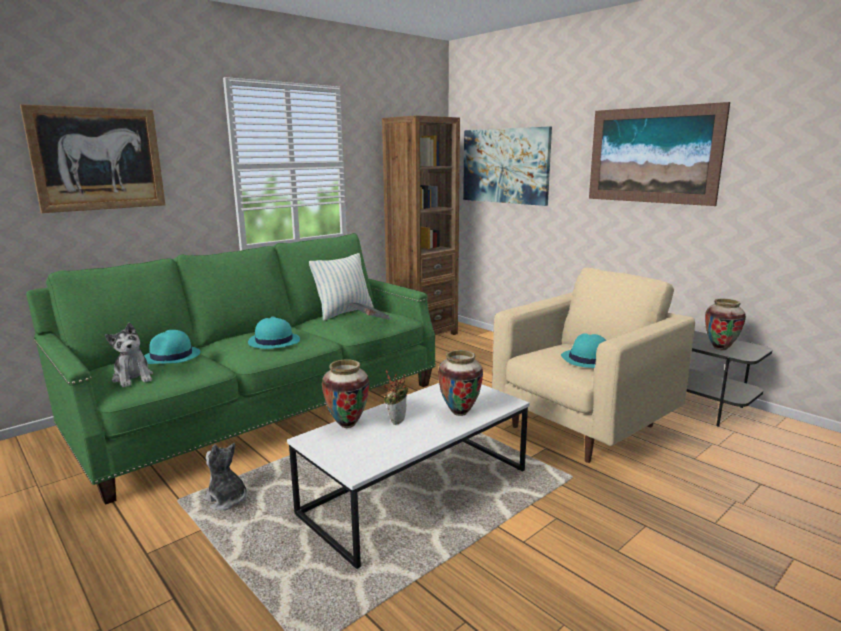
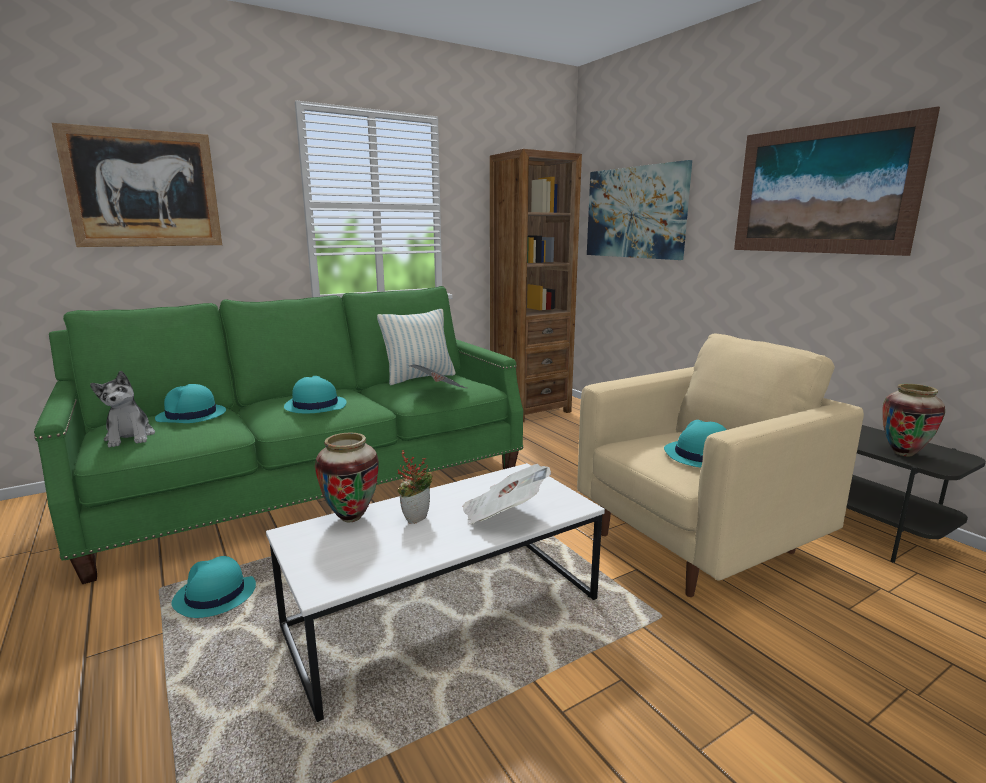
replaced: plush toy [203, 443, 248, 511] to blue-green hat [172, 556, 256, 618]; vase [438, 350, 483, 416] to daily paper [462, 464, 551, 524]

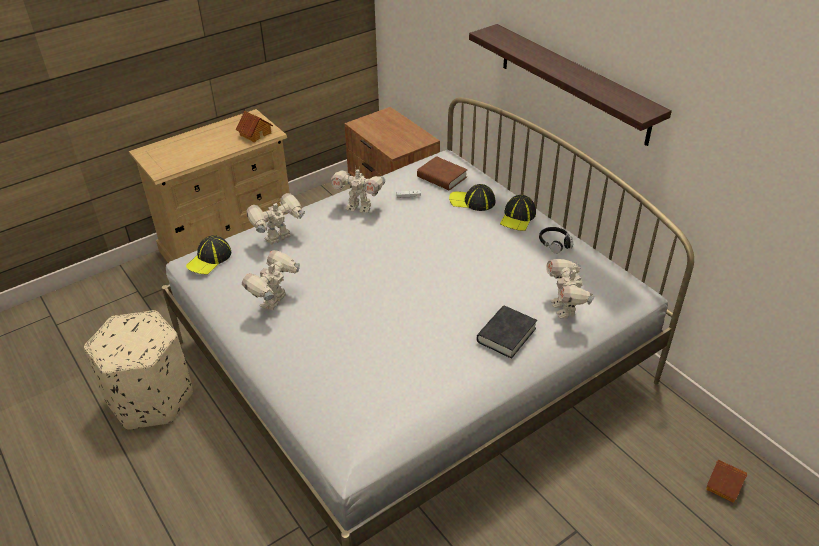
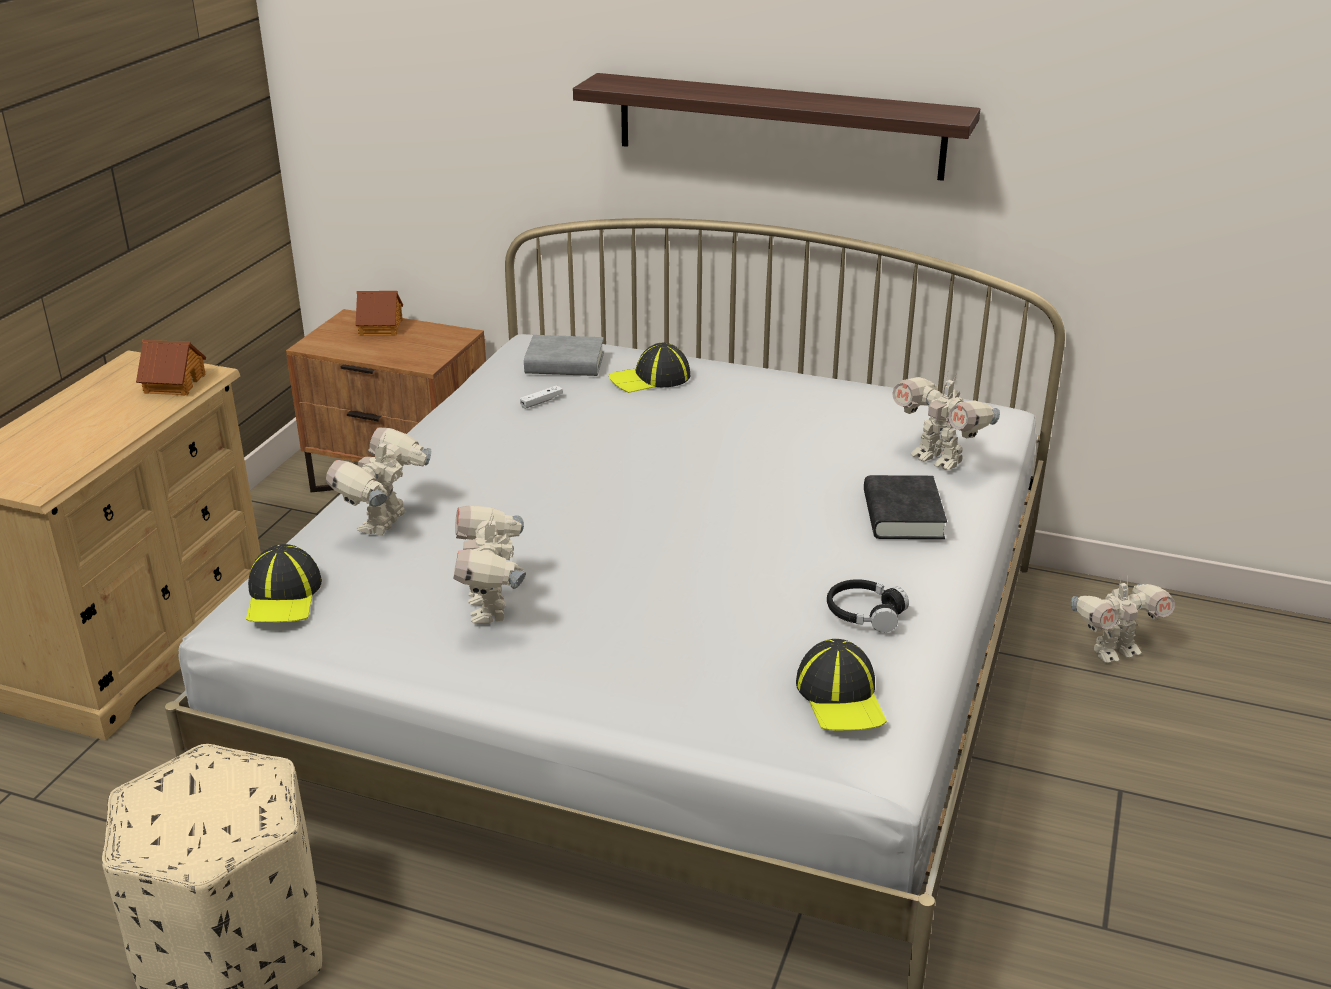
moved: miniature house [706, 460, 747, 503] to [355, 291, 403, 336]; cap [500, 195, 536, 231] to [796, 639, 887, 730]; black-coloured headset [539, 227, 573, 254] to [827, 579, 909, 633]; robot figure [331, 168, 385, 213] to [1071, 575, 1175, 663]
recoloured: brownish bound book [417, 156, 468, 190] to gray bound book [524, 335, 604, 376]

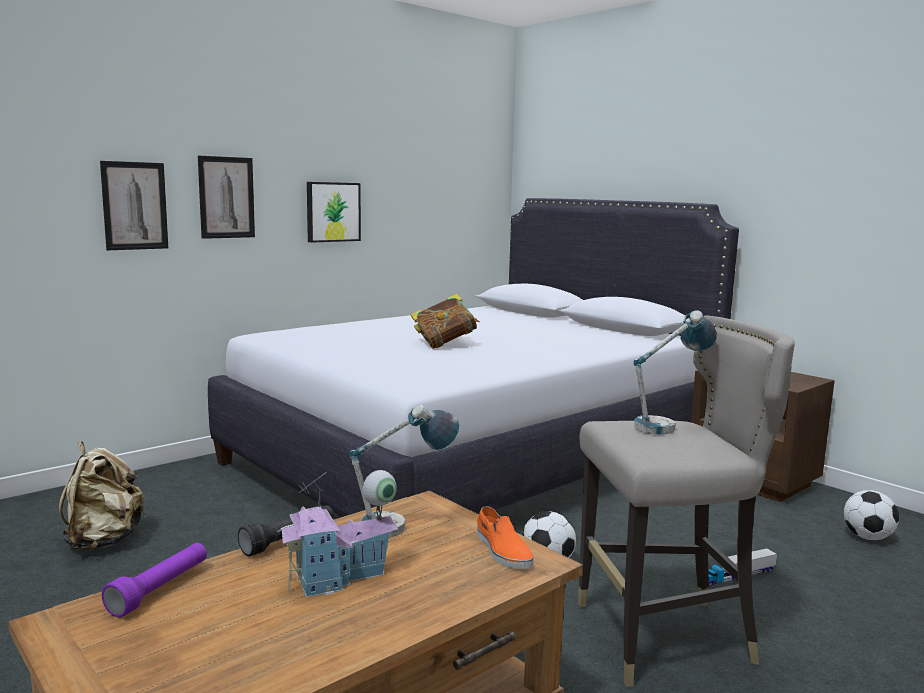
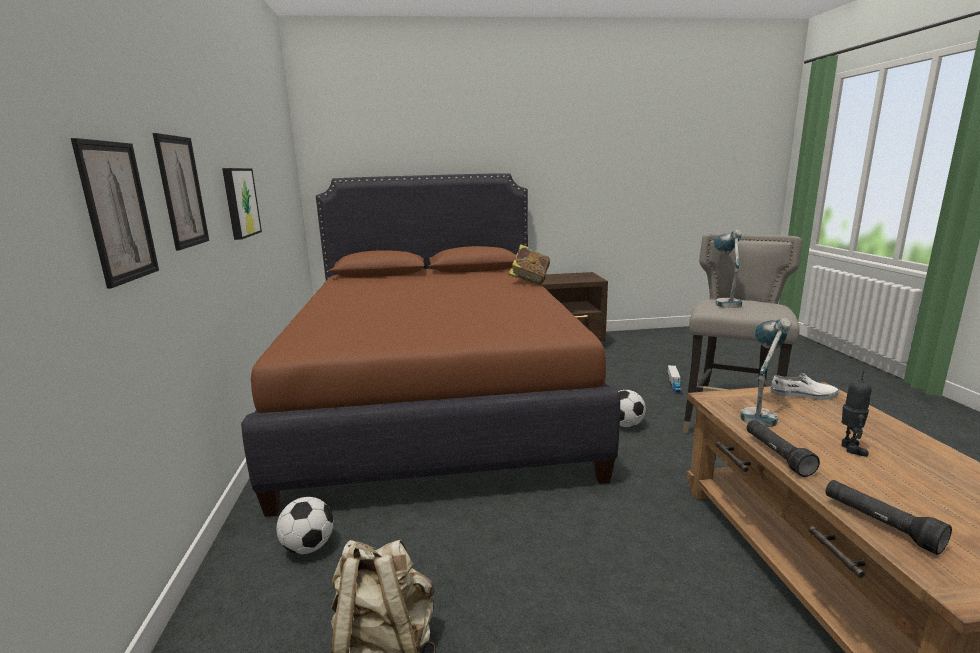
moved: football [844, 490, 899, 540] to [276, 497, 333, 554]; bound book [410, 294, 480, 349] to [509, 244, 550, 285]
replaced: miniature house [277, 470, 398, 597] to robot figure [841, 371, 872, 457]
recoloured: white bedroom bed [208, 198, 739, 517] to brownish bedroom bed [241, 173, 620, 517]; orangey low shoe [477, 506, 534, 569] to white low shoe [770, 373, 838, 400]; purple flashlight [102, 543, 207, 618] to black-coloured flashlight [825, 480, 952, 555]

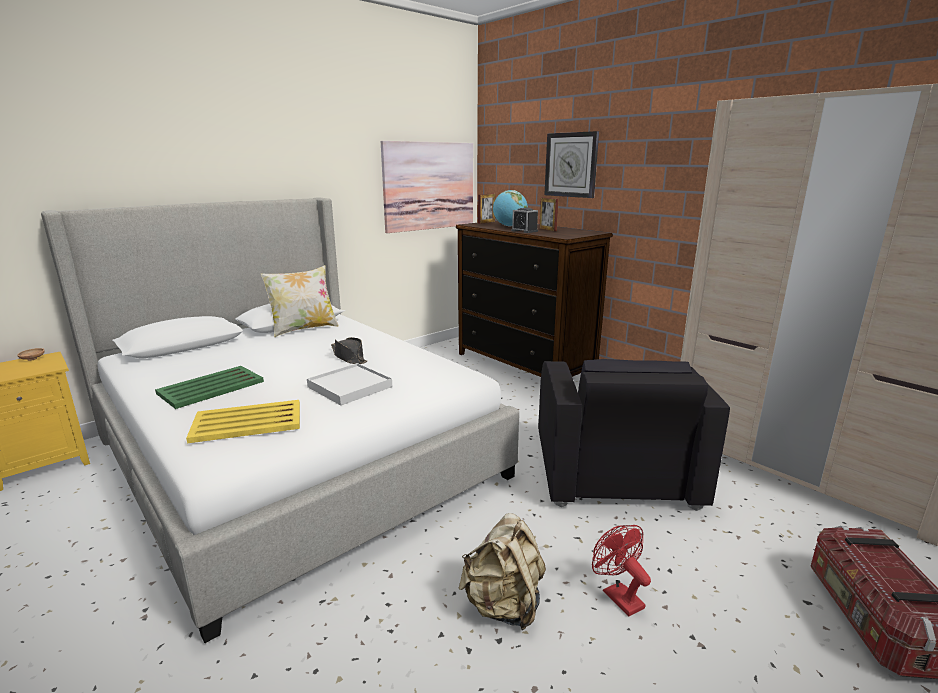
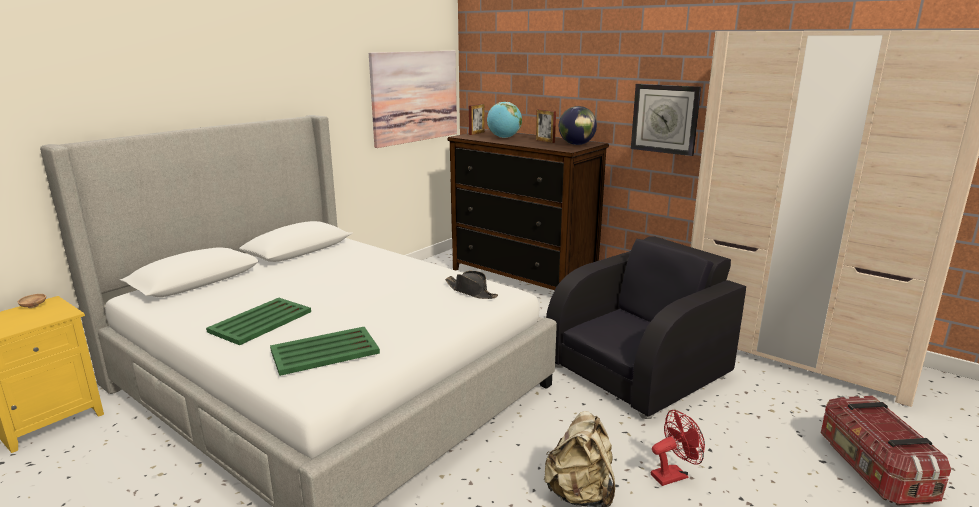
removed: cushion [260, 265, 339, 338]; white serving tray [307, 363, 392, 405]; bedside clock [511, 208, 538, 233]
added: world globe [559, 106, 597, 145]
moved: black-coloured hat [331, 337, 367, 364] to [445, 271, 498, 299]; wall clock [544, 131, 599, 198] to [631, 84, 701, 156]
recoloured: yellow-coloured serving tray [186, 400, 300, 443] to green-coloured serving tray [270, 327, 380, 376]
turned: black-coloured armchair [538, 359, 730, 511] = [546, 236, 746, 419] 120 degrees counterclockwise; red-coloured fan [592, 525, 651, 616] = [651, 410, 705, 486] 105 degrees clockwise

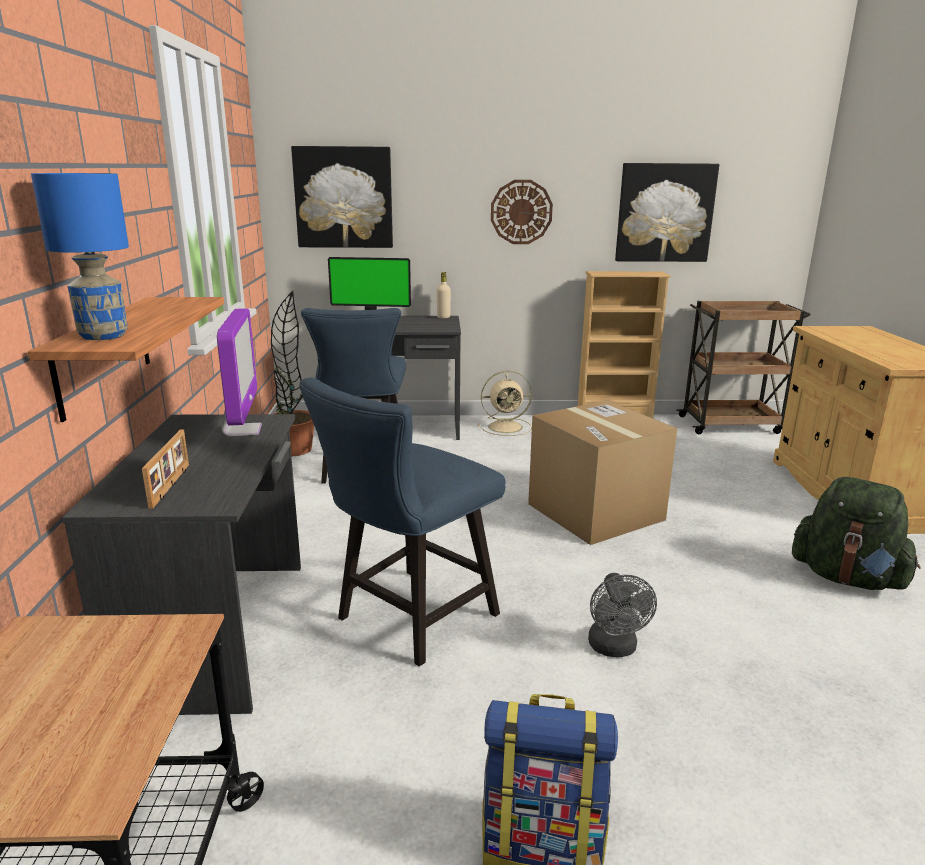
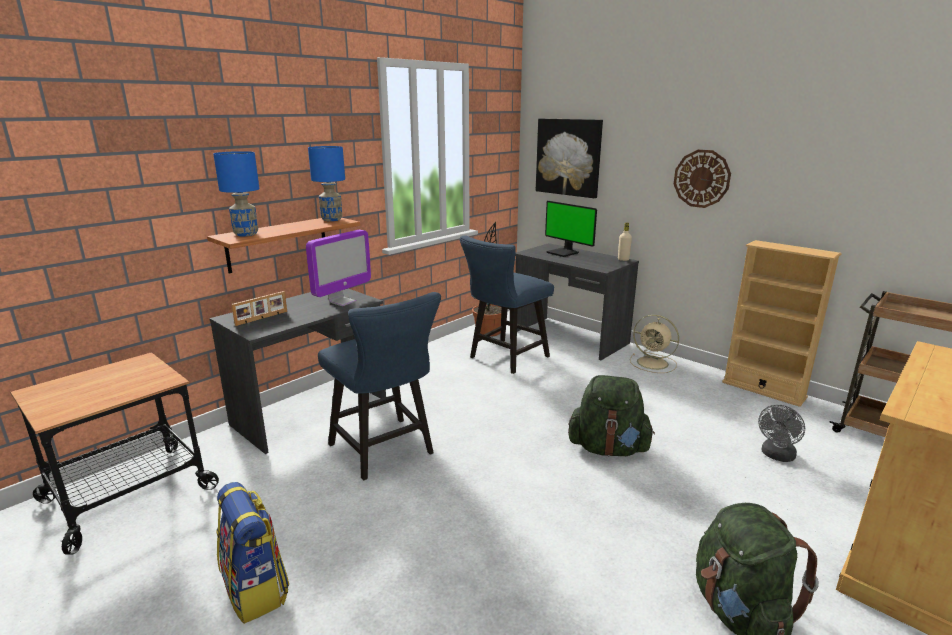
removed: picture [615, 163, 719, 262]
added: blue lamp for a table [308, 146, 345, 221]
moved: gray fan [588, 573, 657, 657] to [758, 405, 805, 462]
replaced: cardboard box [528, 400, 677, 545] to green-coloured rucksack [568, 375, 655, 456]
turned: blue plain chair [299, 378, 506, 666] = [318, 292, 441, 480] 120 degrees counterclockwise

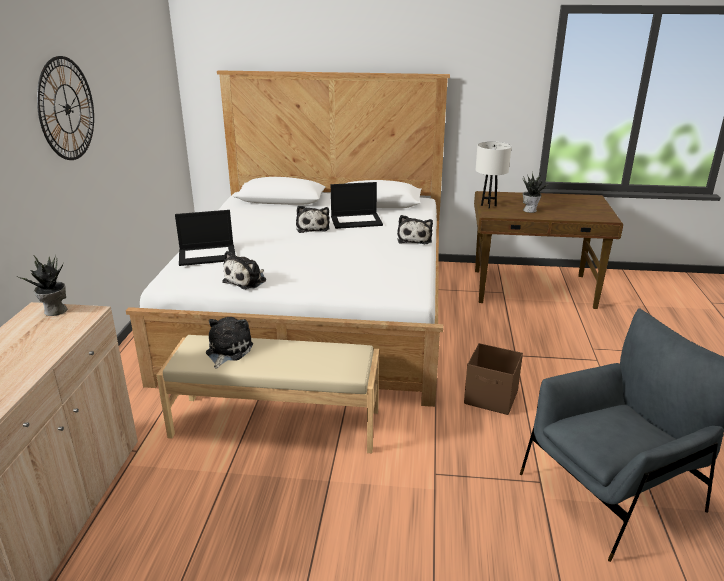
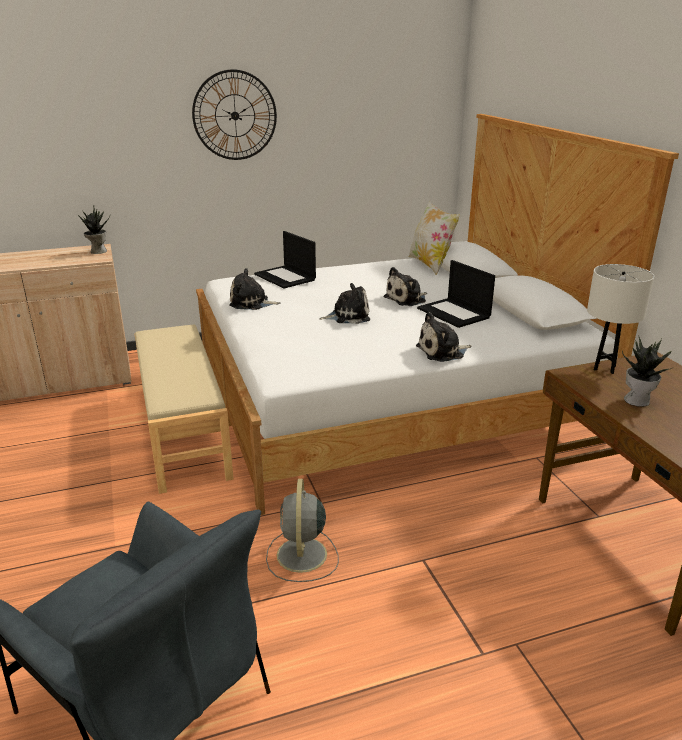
added: cushion [408, 201, 460, 275]
moved: plush toy [206, 317, 253, 369] to [319, 283, 370, 324]
replaced: brownish storage bin [464, 343, 523, 415] to gray fan [266, 479, 339, 582]

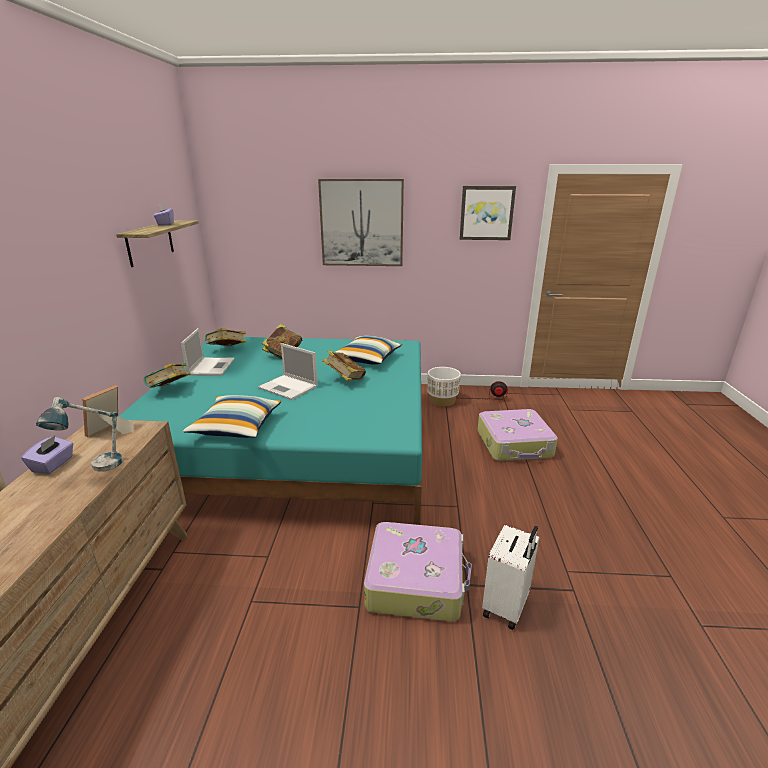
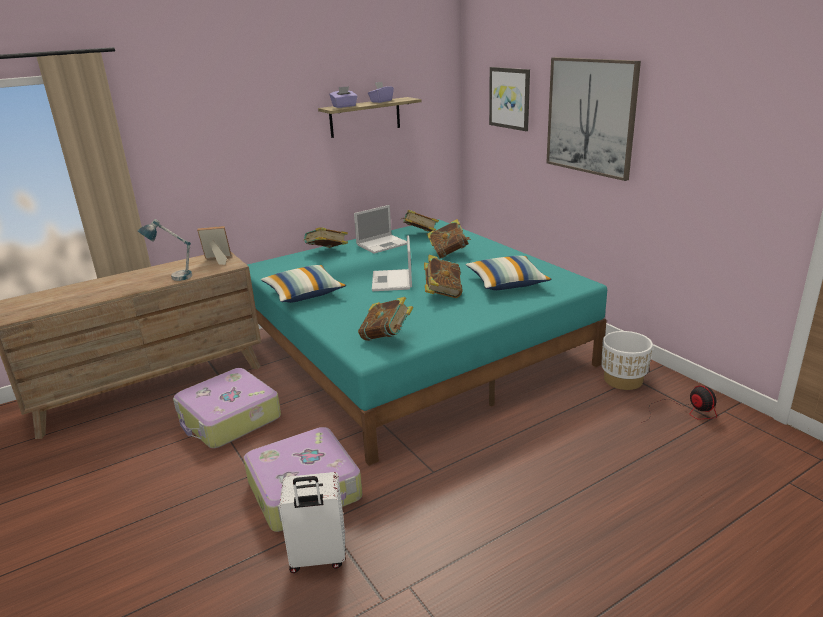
added: bound book [358, 297, 413, 341]
moved: piece of luggage [478, 409, 558, 461] to [173, 368, 281, 448]; purple tissue box [21, 435, 74, 474] to [330, 86, 358, 108]; picture [459, 186, 516, 240] to [489, 67, 530, 131]

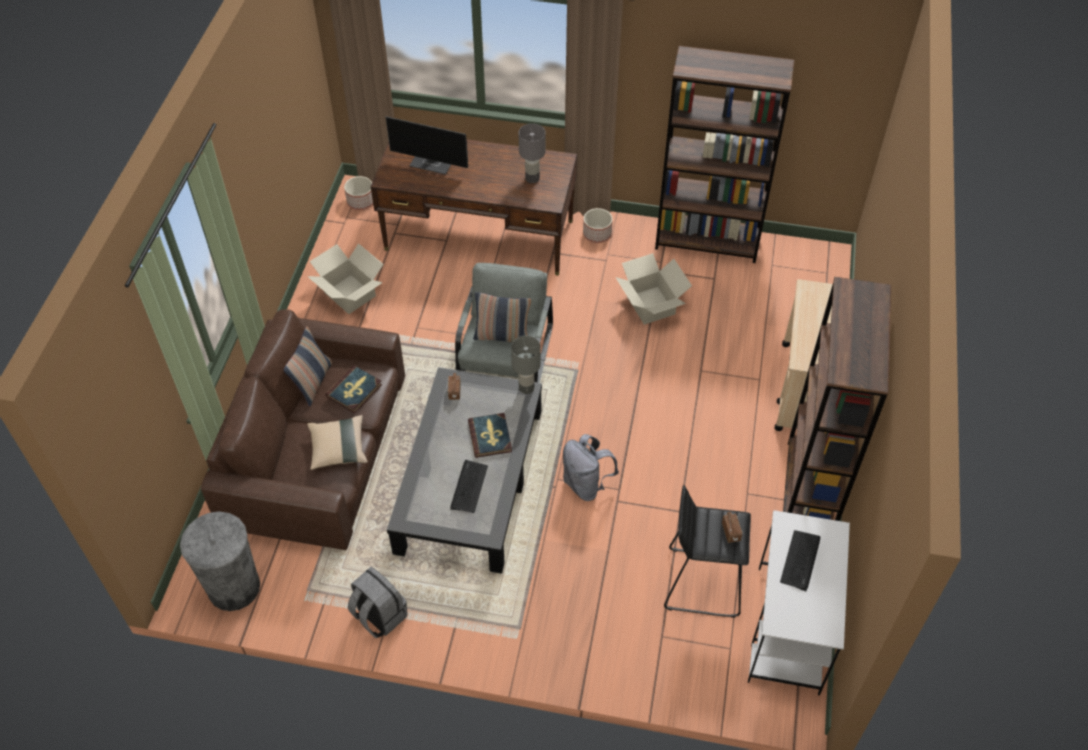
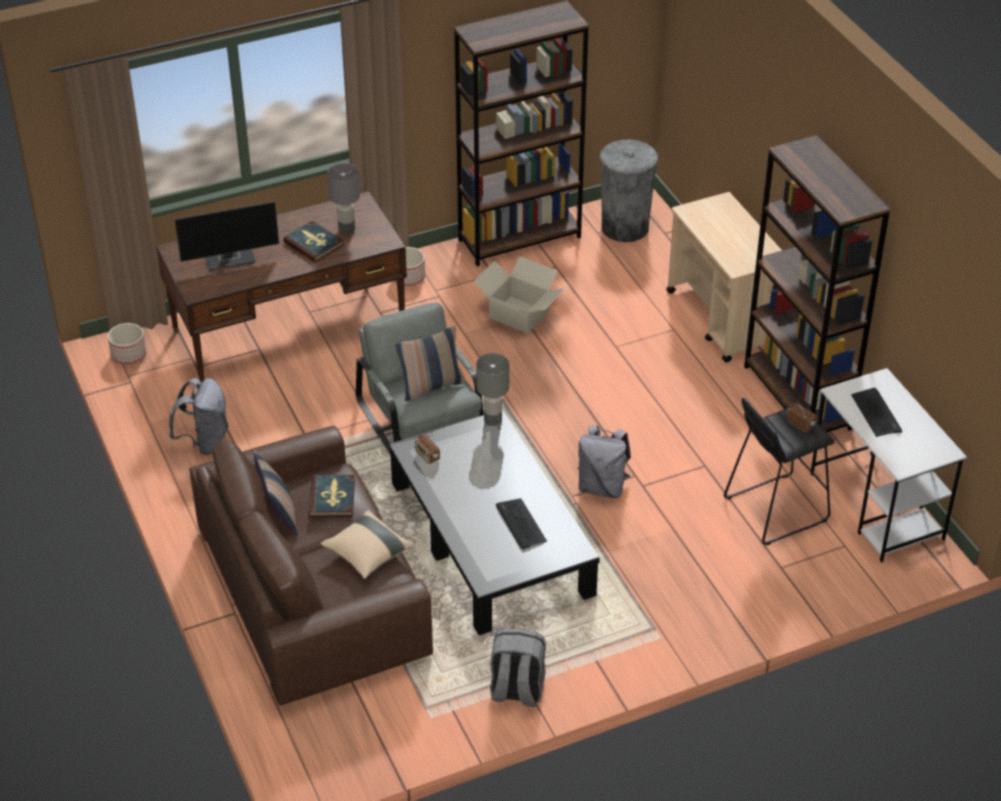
moved: bound book [468, 413, 512, 458] to [283, 221, 344, 262]; gray rubbish bin [180, 511, 260, 611] to [600, 140, 658, 242]
replaced: cardboard box [307, 244, 384, 314] to gray rucksack [169, 378, 229, 455]

